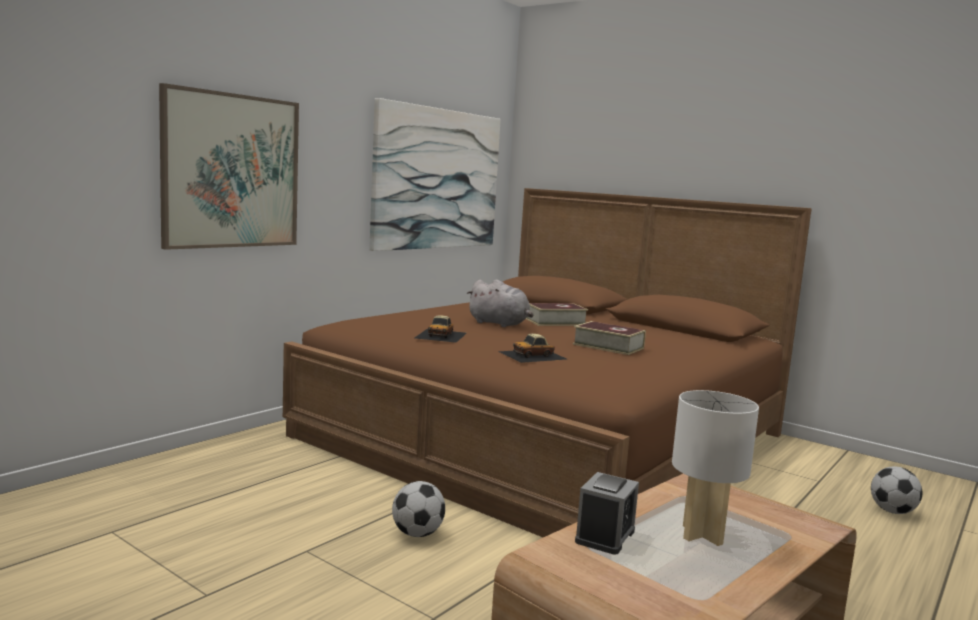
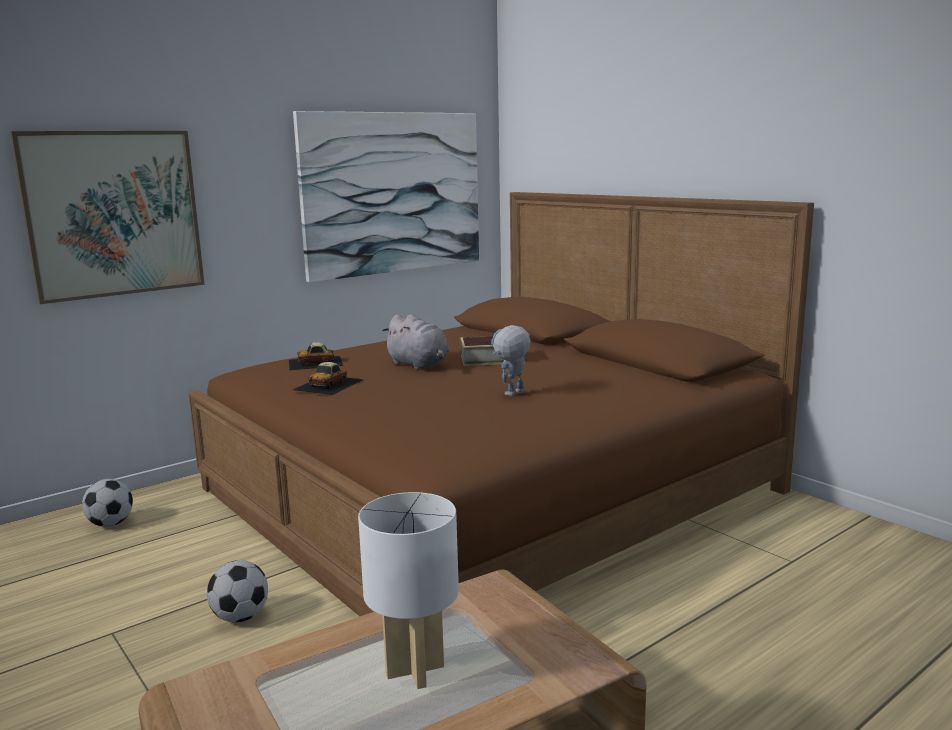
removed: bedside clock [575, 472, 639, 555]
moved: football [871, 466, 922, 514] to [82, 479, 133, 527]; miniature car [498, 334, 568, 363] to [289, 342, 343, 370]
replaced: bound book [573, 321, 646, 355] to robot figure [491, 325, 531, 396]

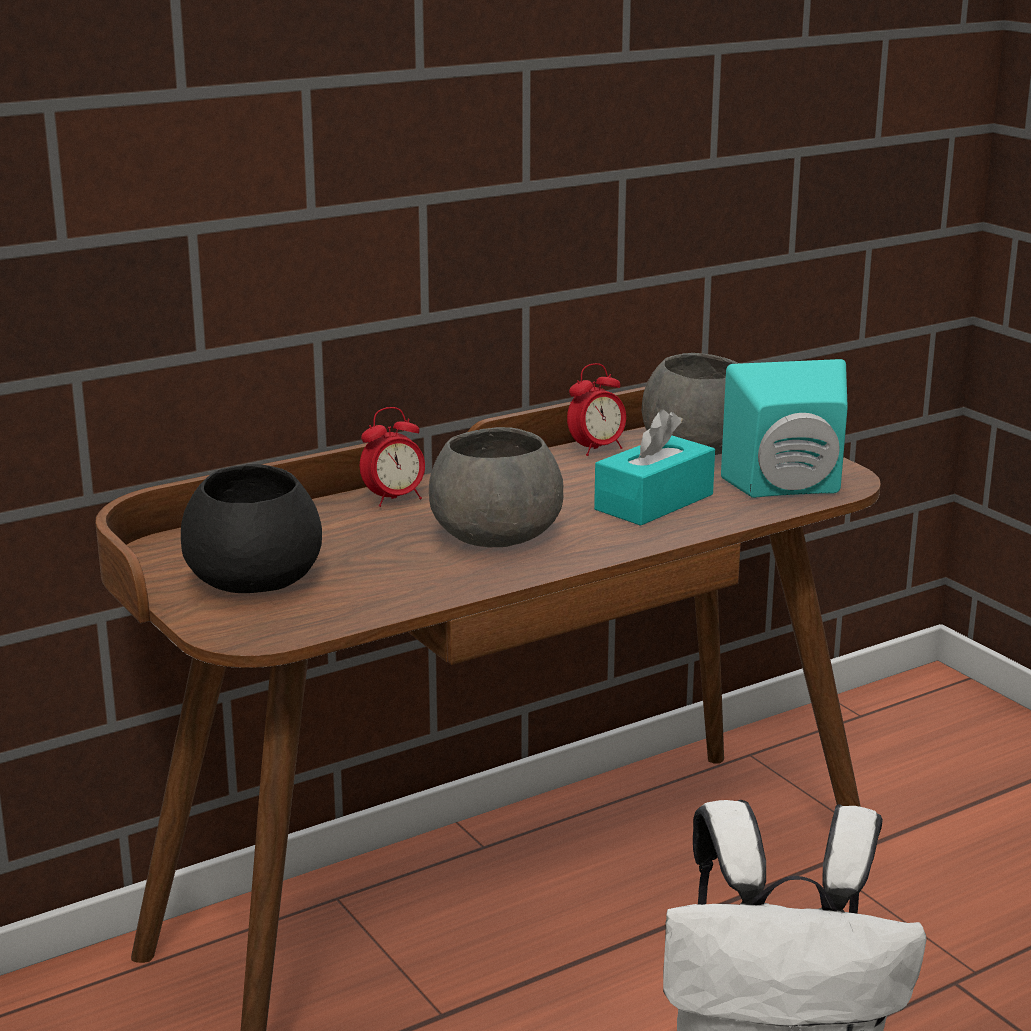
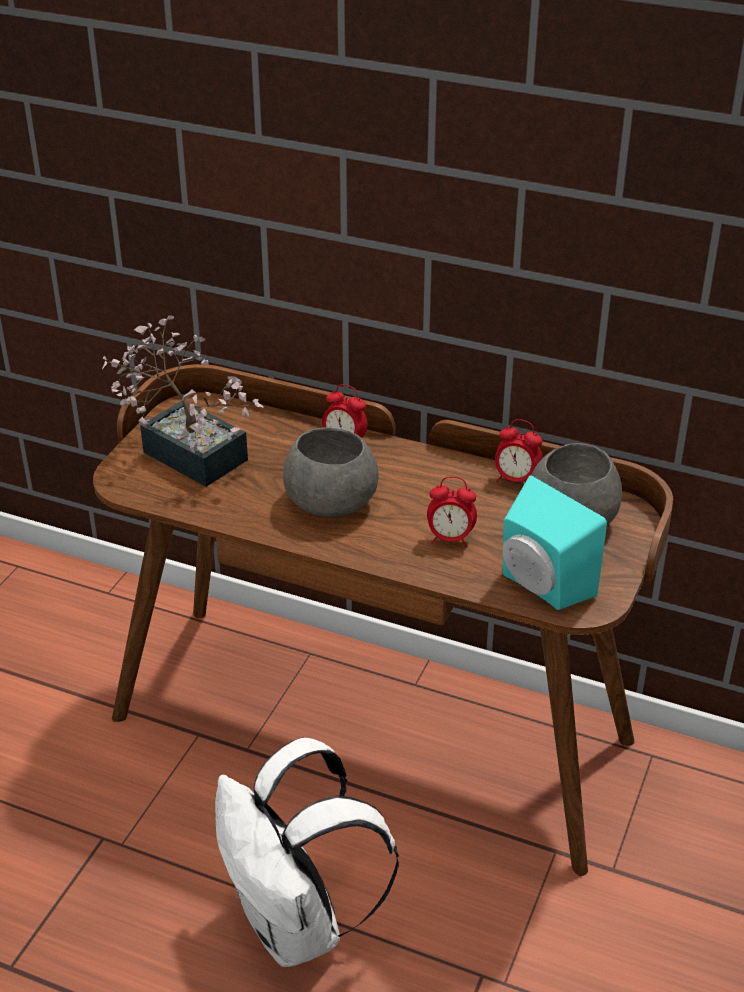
replaced: black-coloured bowl [181, 464, 322, 593] to plant in a pot [102, 315, 264, 487]; blue-green tissue box [594, 409, 715, 526] to bedside clock [427, 476, 477, 548]

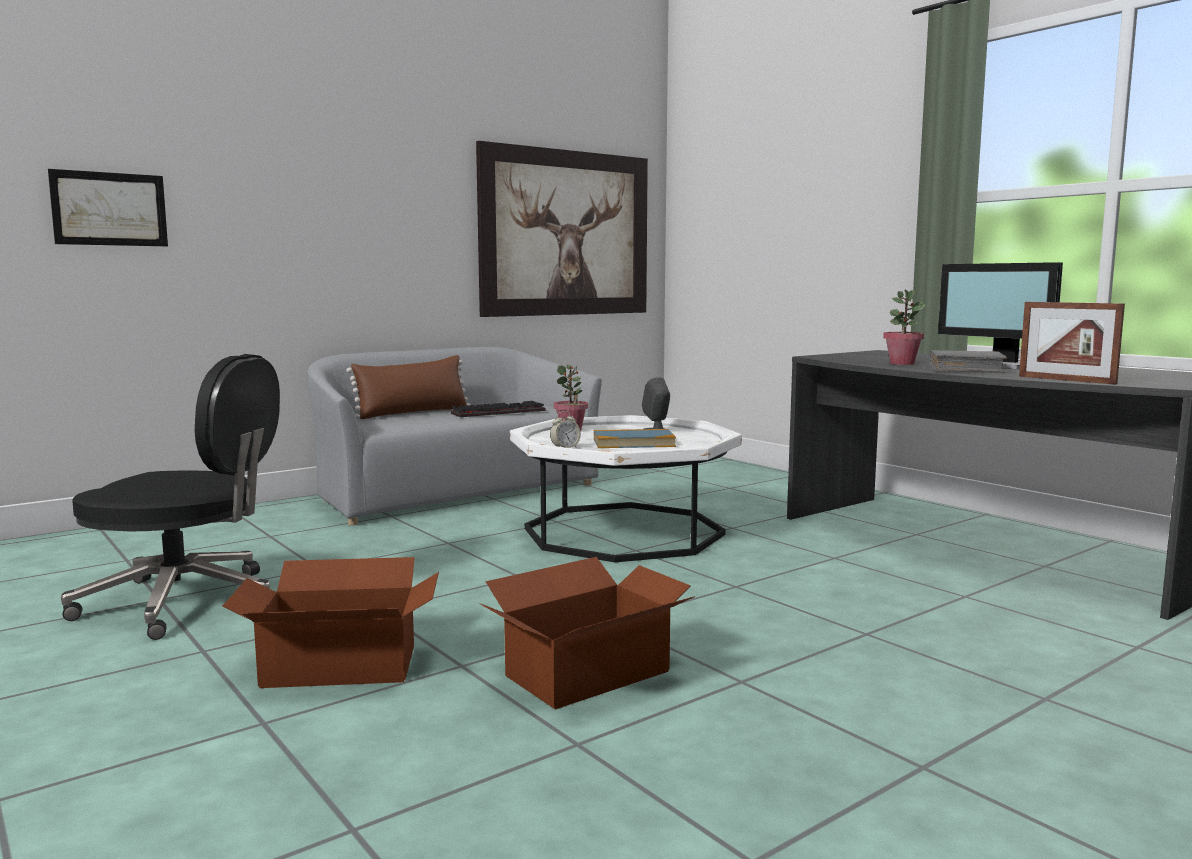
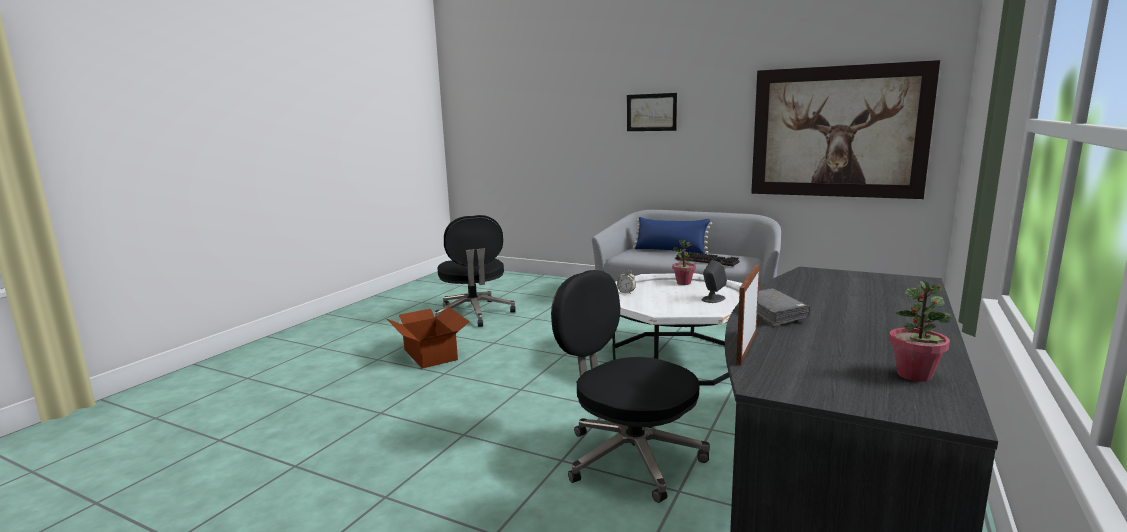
removed: cardboard box [479, 557, 695, 710]; bound book [594, 429, 676, 448]; monitor [938, 262, 1063, 369]
added: black-coloured desk chair [551, 270, 710, 503]
moved: picture [48, 169, 168, 246] to [627, 93, 677, 131]; plant in a pot [883, 289, 926, 365] to [889, 281, 952, 382]
recoloured: brownish cushion [346, 355, 471, 419] to blue cushion [633, 217, 712, 254]

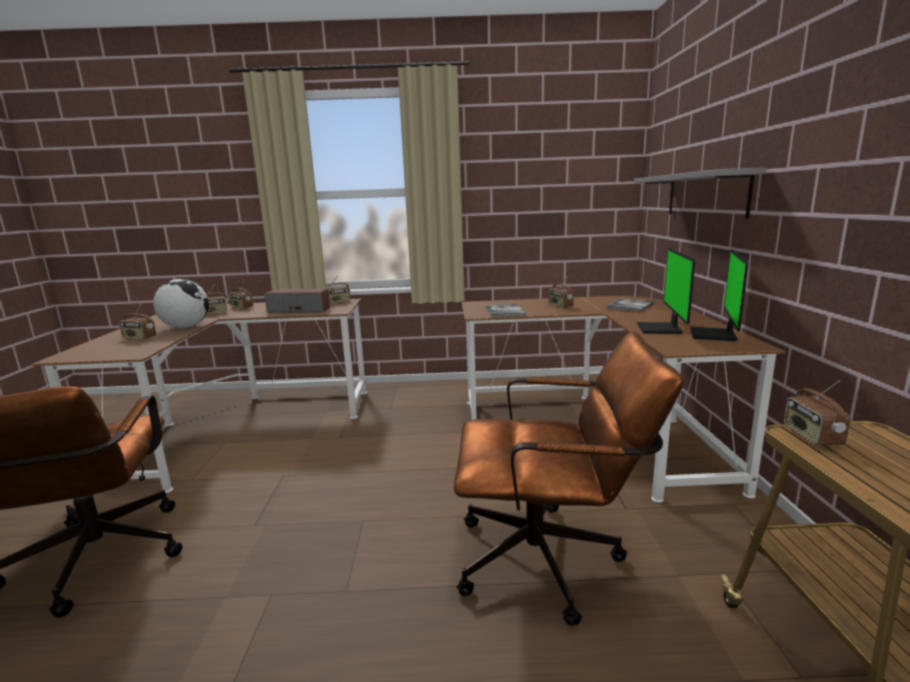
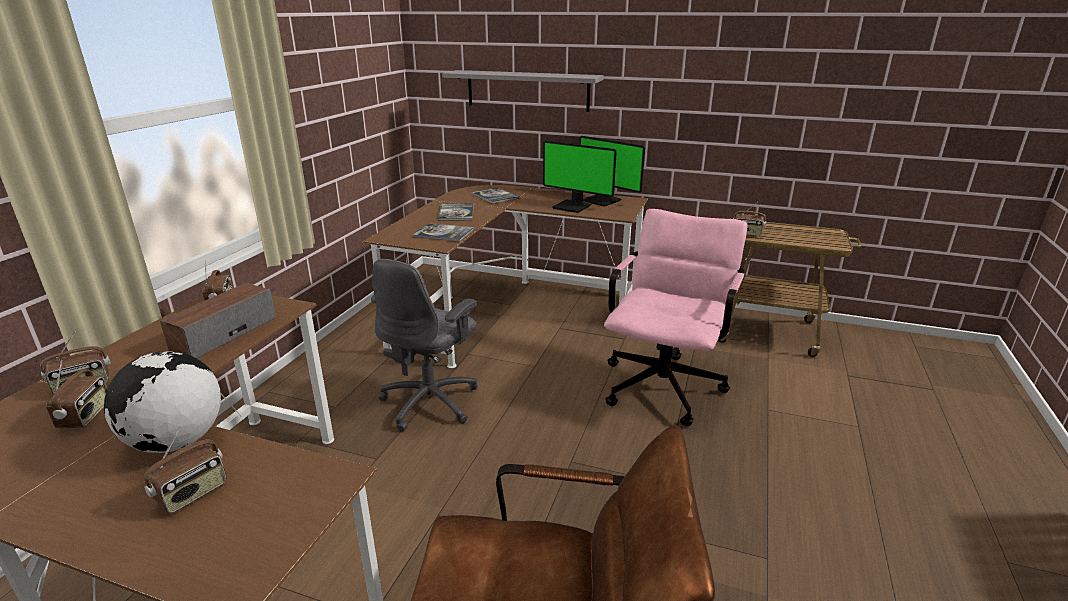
added: gray desk chair [371, 259, 477, 432]
replaced: radio [548, 276, 574, 308] to bound book [438, 203, 474, 221]
recoloured: brownish desk chair [454, 331, 684, 626] to pink desk chair [604, 209, 747, 426]

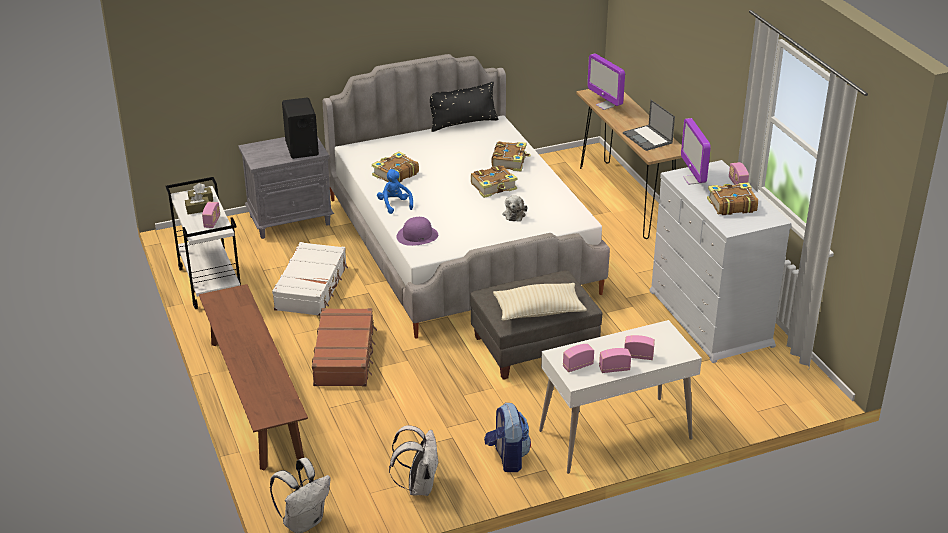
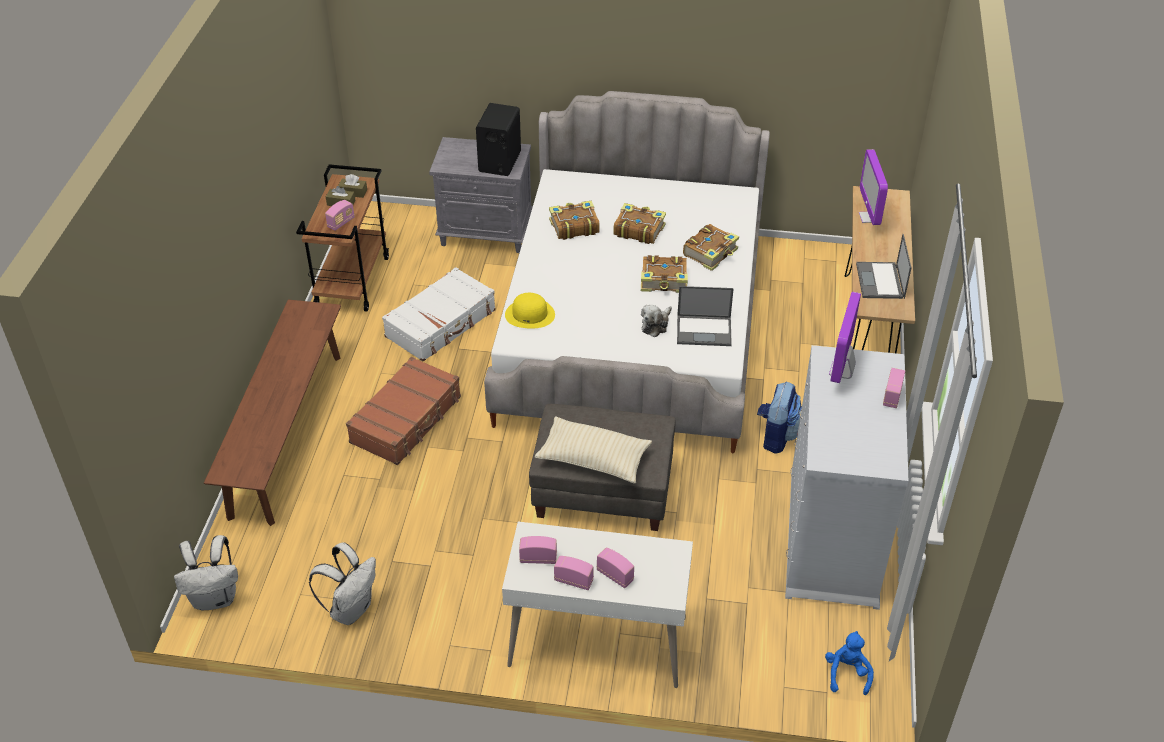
removed: black-coloured cushion [430, 82, 498, 132]
added: laptop [677, 286, 734, 346]
moved: bound book [707, 182, 758, 215] to [613, 203, 666, 244]; rucksack [484, 403, 531, 472] to [757, 381, 802, 454]; blue plush toy [377, 169, 413, 214] to [825, 631, 874, 695]
recoloured: white wheeled cart [165, 177, 241, 309] to brownish wheeled cart [296, 164, 389, 311]; purple hat [397, 217, 438, 246] to yellow-coloured hat [505, 293, 555, 329]

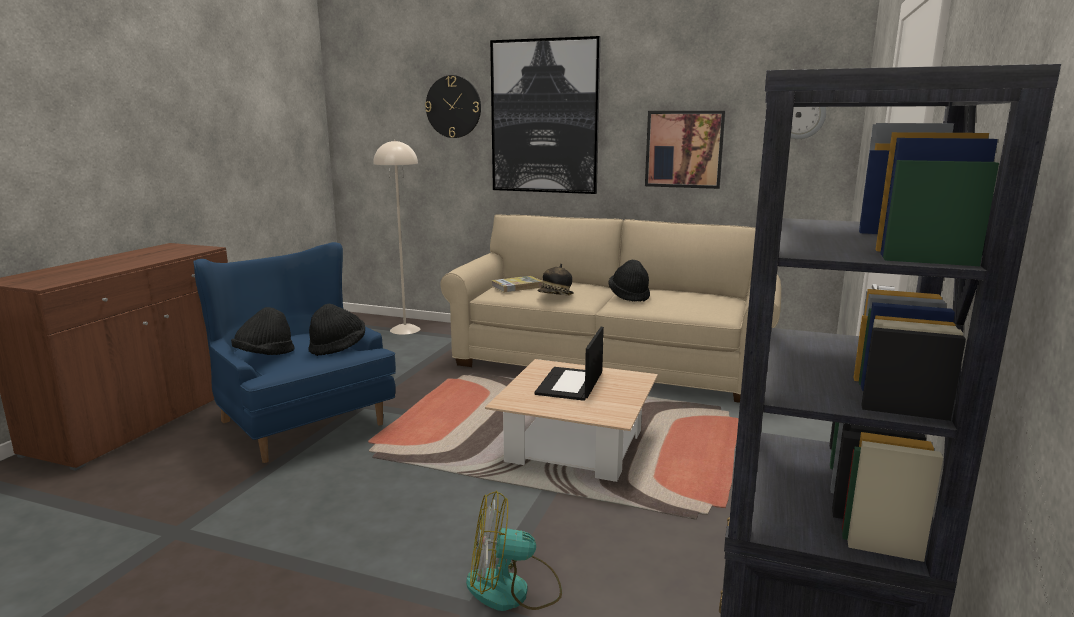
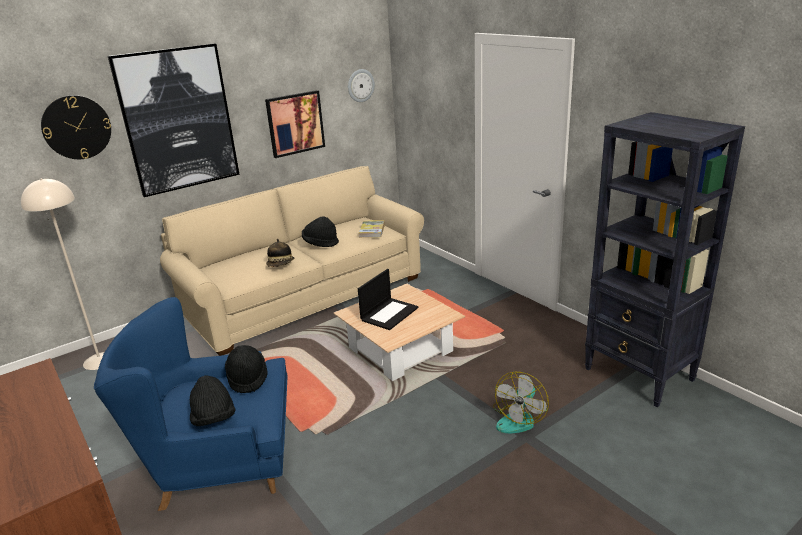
moved: bound book [491, 276, 543, 292] to [359, 220, 385, 238]
turned: laptop [535, 327, 604, 401] = [358, 269, 419, 330] 105 degrees counterclockwise

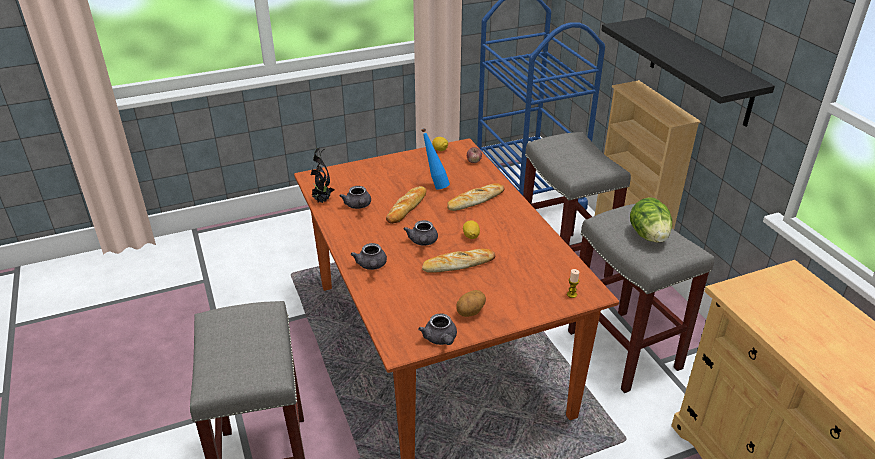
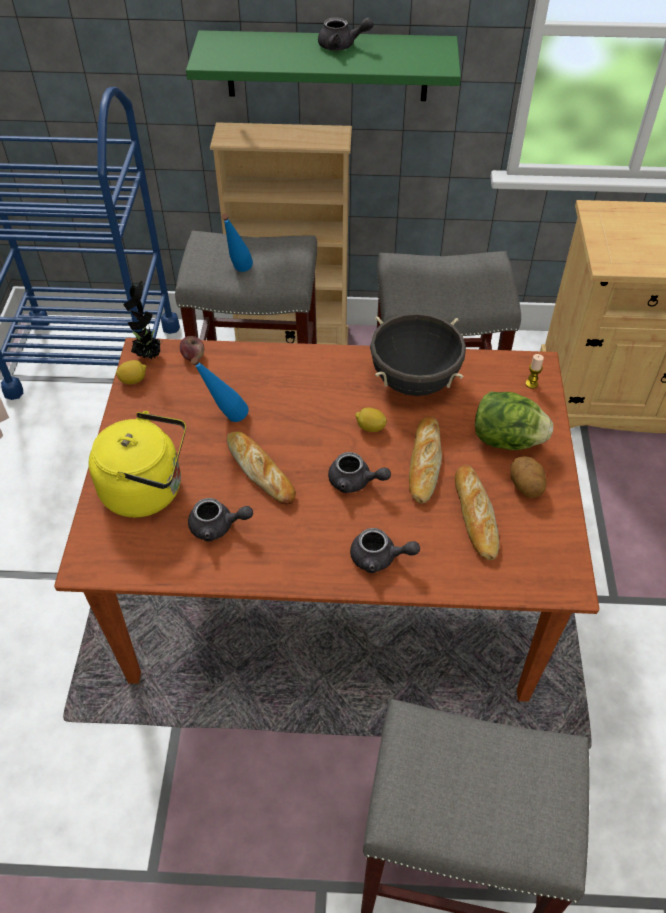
added: yellow-coloured tea kettle [89, 411, 186, 518]; blue beverage bottle [222, 214, 253, 272]; black-coloured stockpot [370, 313, 466, 396]
moved: plant in a pot [311, 148, 335, 203] to [123, 281, 163, 359]; gray teapot [418, 314, 457, 345] to [318, 17, 374, 51]; bakery bread [447, 183, 505, 211] to [455, 465, 499, 560]; lettuce head [630, 197, 672, 243] to [475, 392, 553, 450]
recoloured: black-coloured shelf [601, 17, 775, 127] to green-coloured shelf [186, 30, 461, 101]

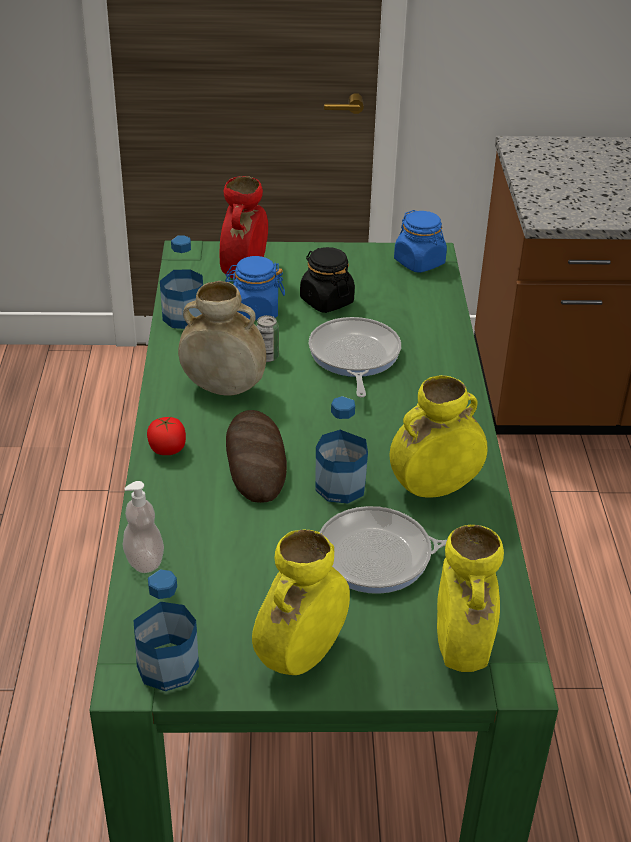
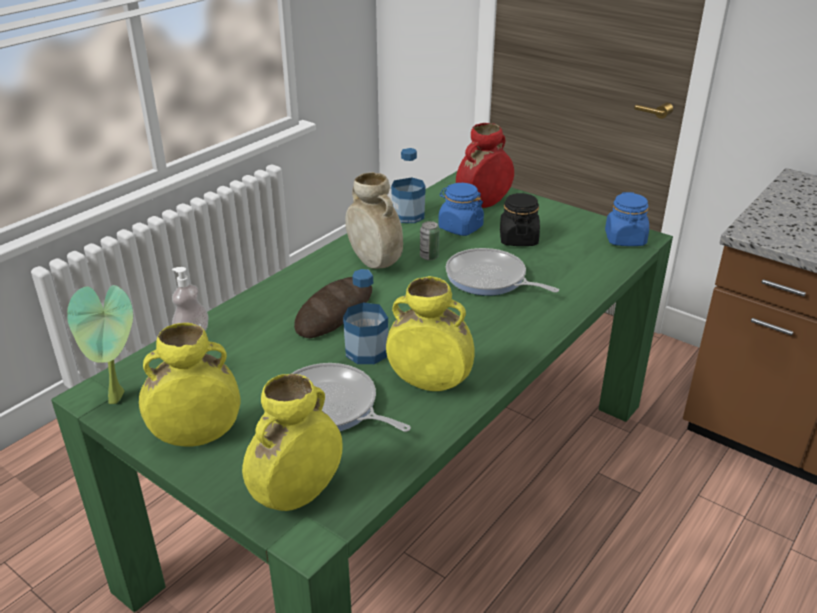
removed: whole tomato [147, 416, 186, 455]
replaced: beverage bottle [134, 569, 199, 691] to plant in a pot [67, 285, 133, 404]
turned: pan [309, 317, 401, 398] = [446, 248, 559, 296] 90 degrees counterclockwise

